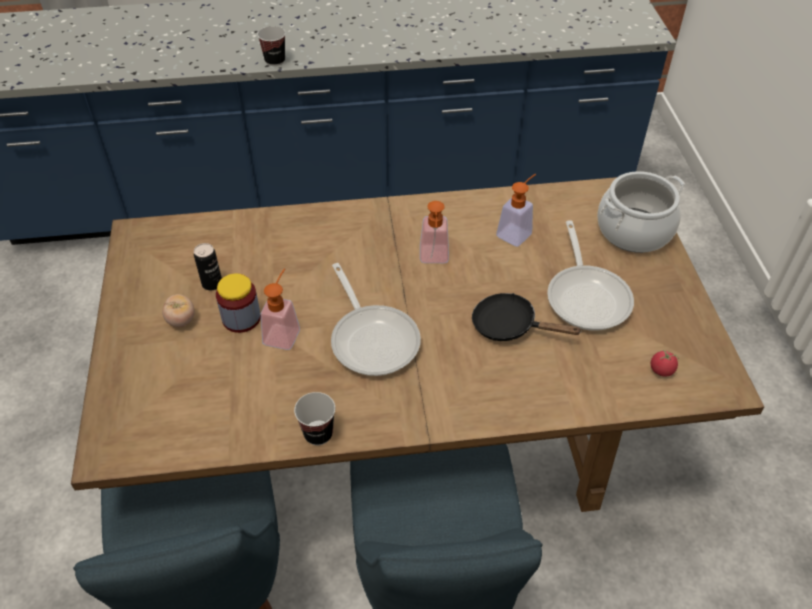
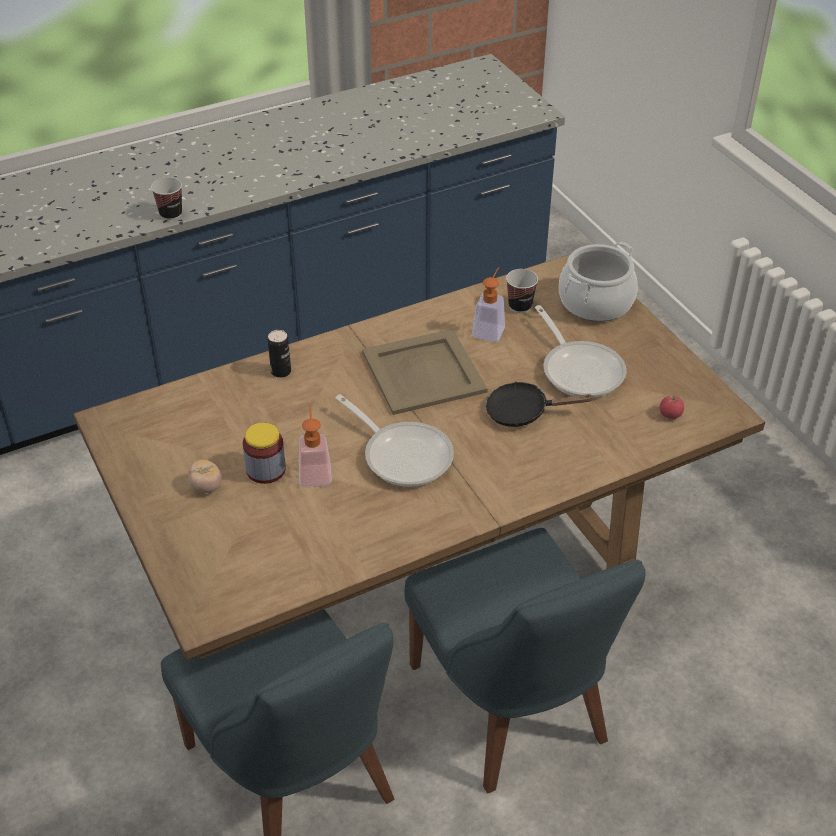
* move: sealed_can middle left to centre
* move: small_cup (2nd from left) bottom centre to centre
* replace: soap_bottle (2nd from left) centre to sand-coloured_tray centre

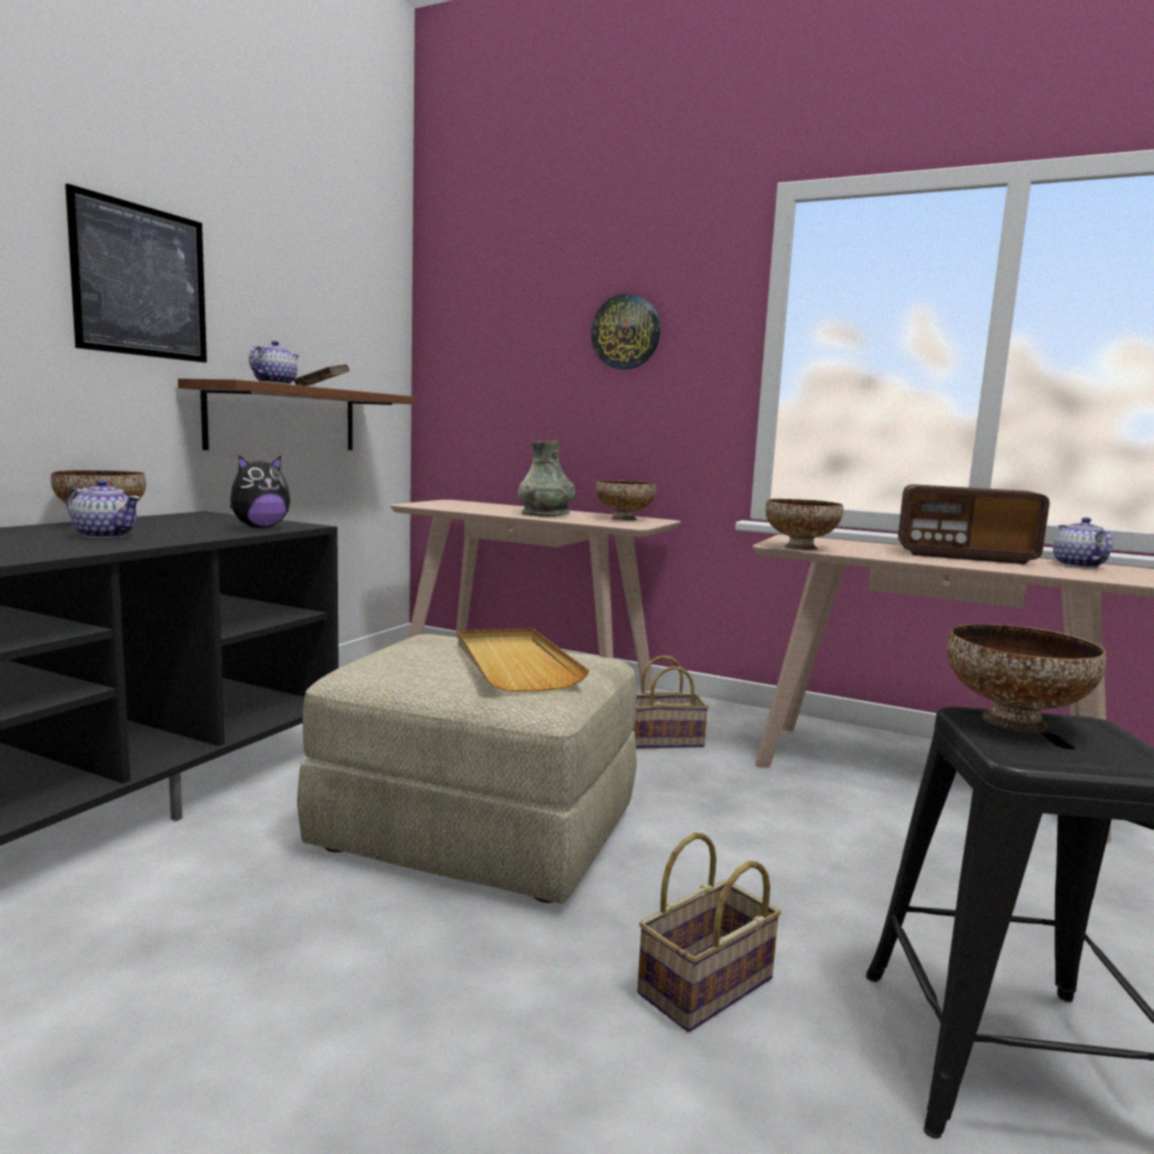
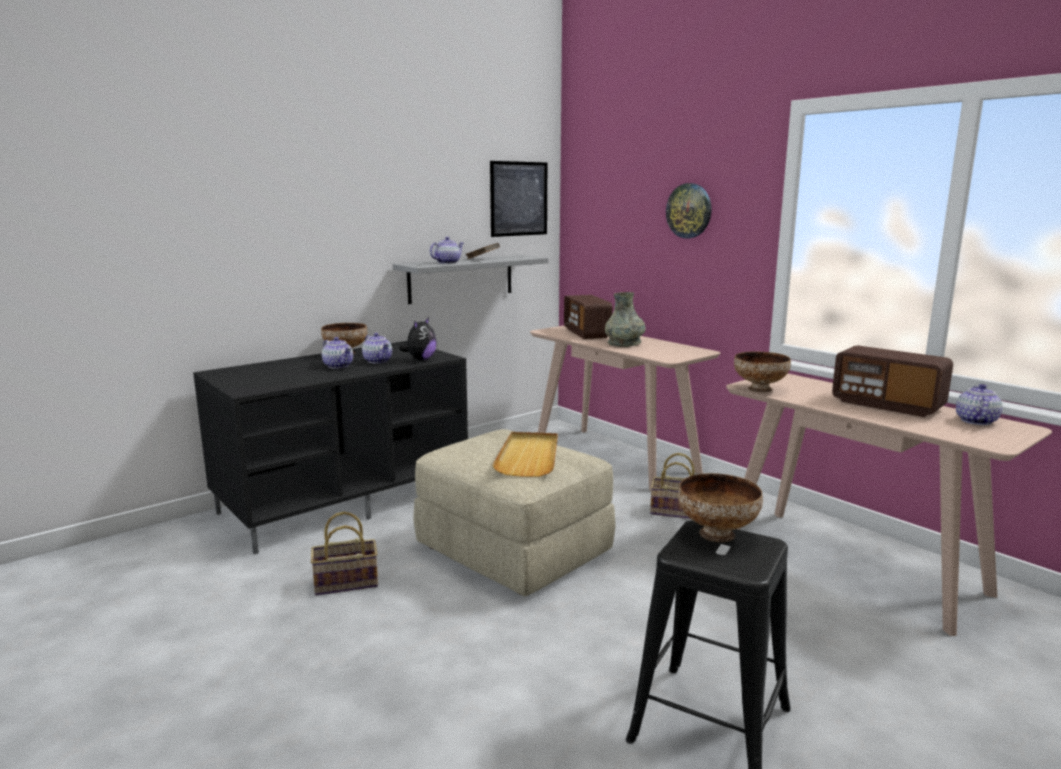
* move: picture top left to top centre
* recolor: brownish_shelf middle left to greyish_shelf centre
* rotate: cuddly_toy middle left = centre 45 degrees counterclockwise
* delete: deep_dish (2nd from left) centre
* move: household_basket (2nd from left in the first image) bottom centre to household_basket (1st from left) bottom left
* insert: tea_pot (2nd from left) centre
* insert: radio_receiver (1st from left) centre

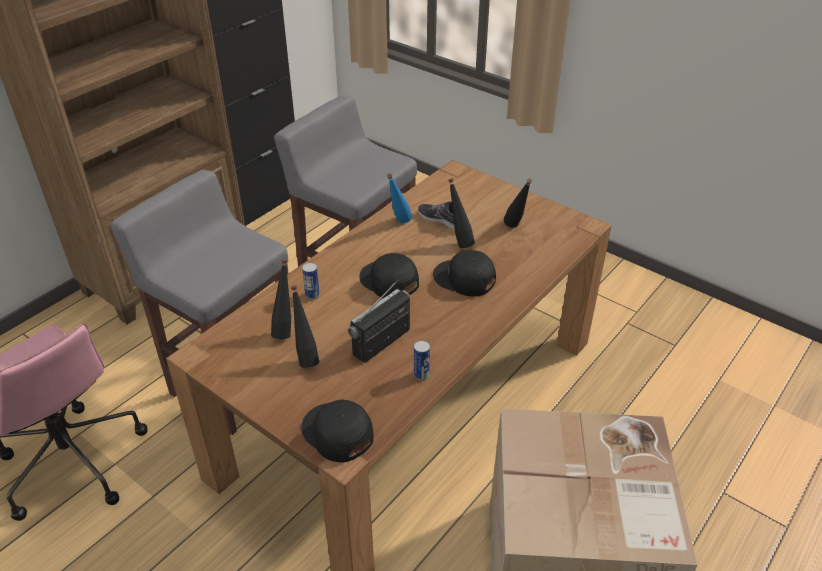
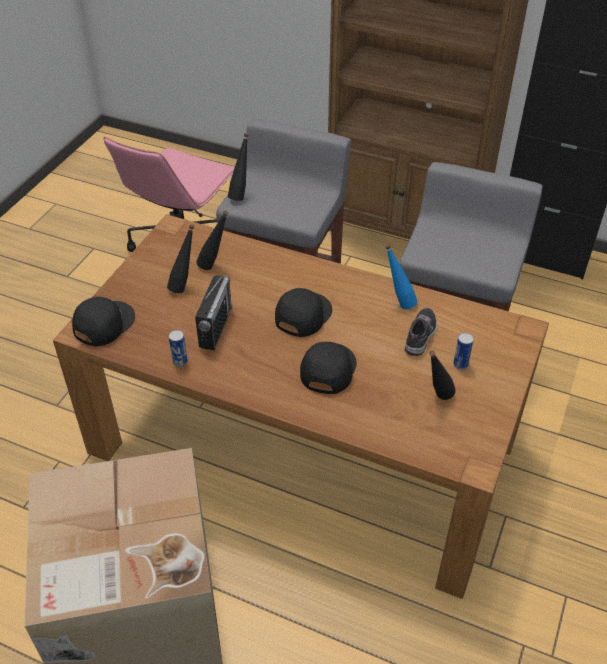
* move: sealed_can (1st from left in the first image) centre to sealed_can (2nd from left) middle right
* rotate: radio_receiver centre = centre 75 degrees clockwise
* move: black-coloured_beverage_bottle (3rd from left) centre to top centre

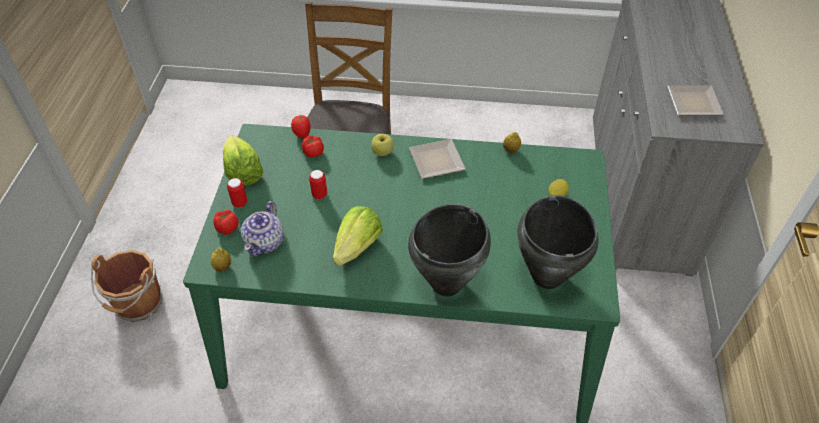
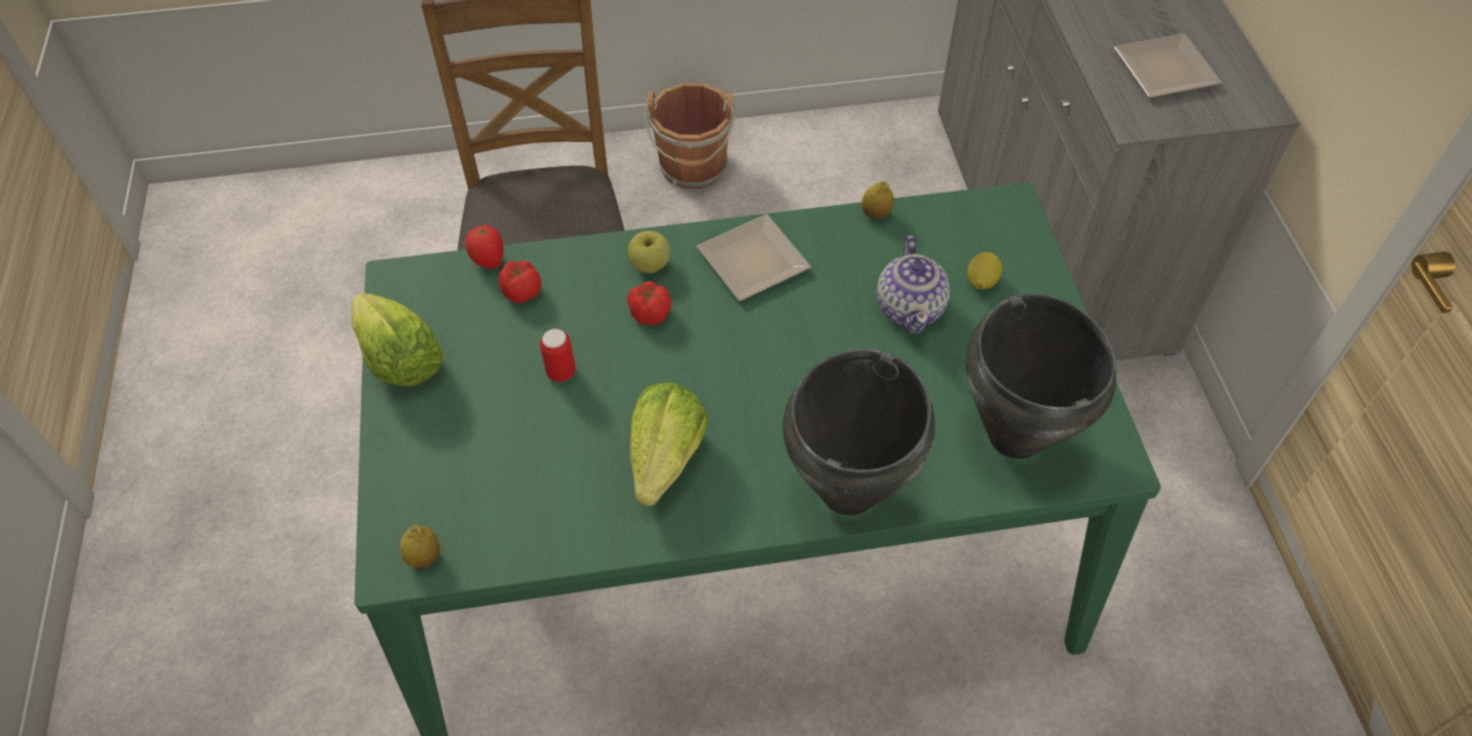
* move: brownish_water_bucket bottom left to top centre
* move: fresh_tomato (1st from left in the first image) middle left to fresh_tomato (3rd from left) centre
* delete: sealed_can (1st from left) middle left
* move: tea_pot middle left to centre

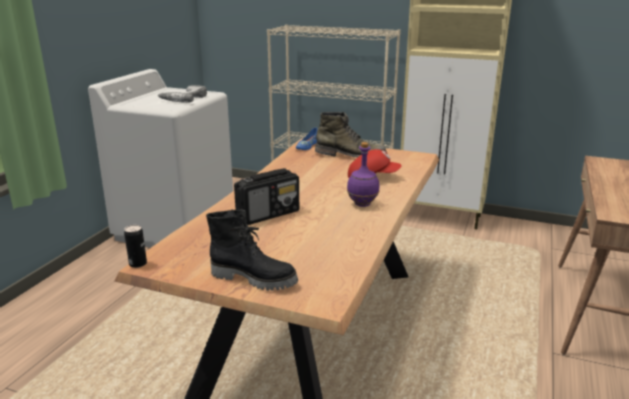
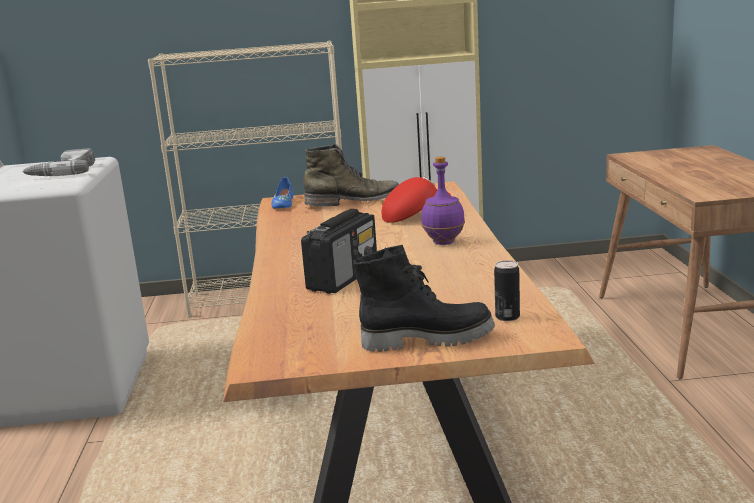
* move: sealed_can middle left to middle right

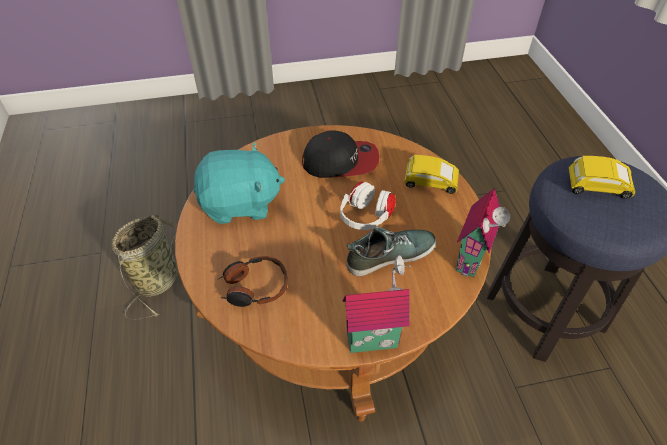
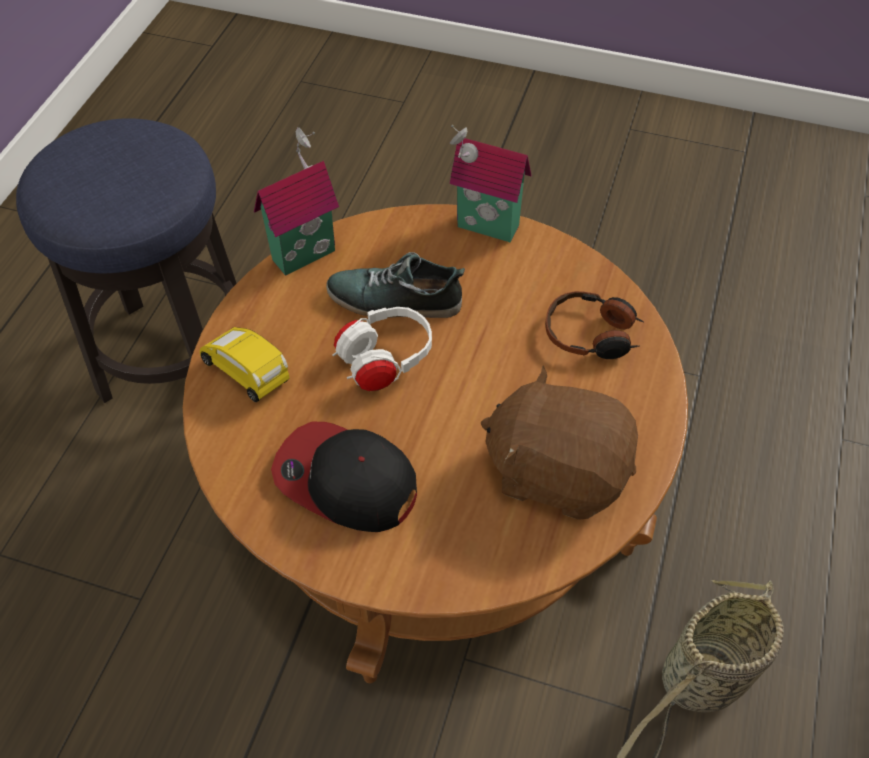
* recolor: turquoise_cuddly_toy centre to brownish_cuddly_toy centre
* delete: yellow_toy_car (2nd from left) middle right

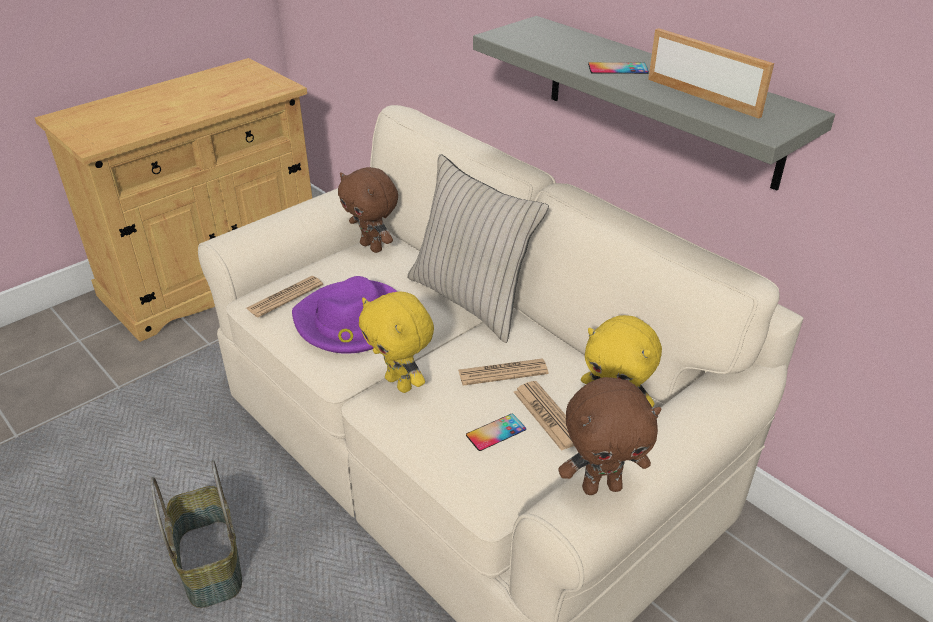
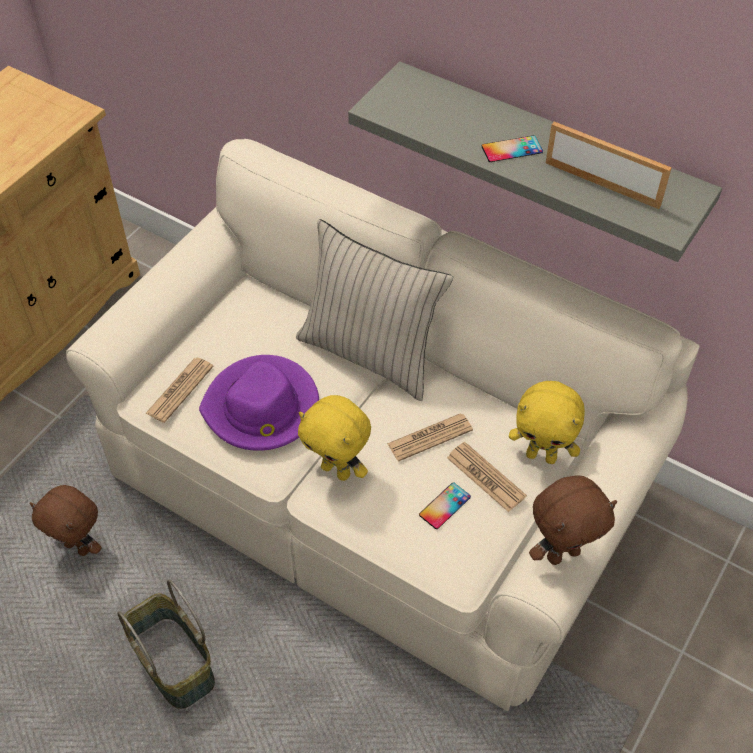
* move: brownish_cuddly_toy (1st from left) centre to bottom left

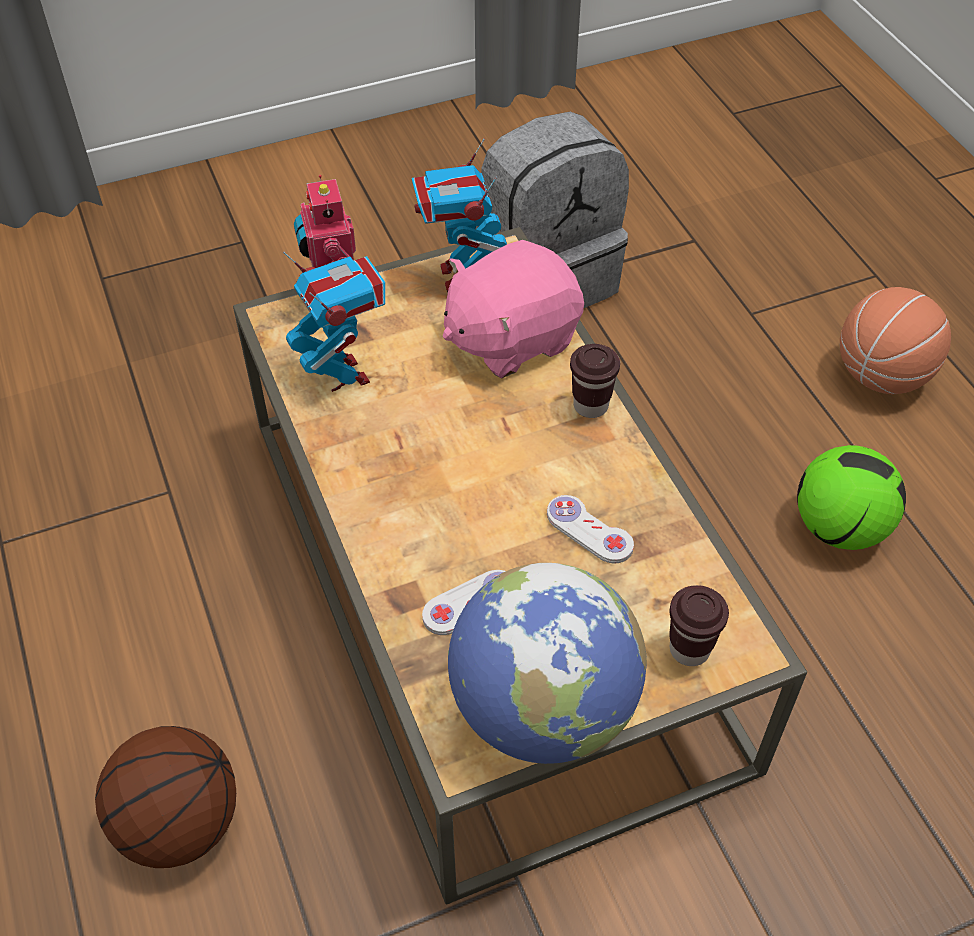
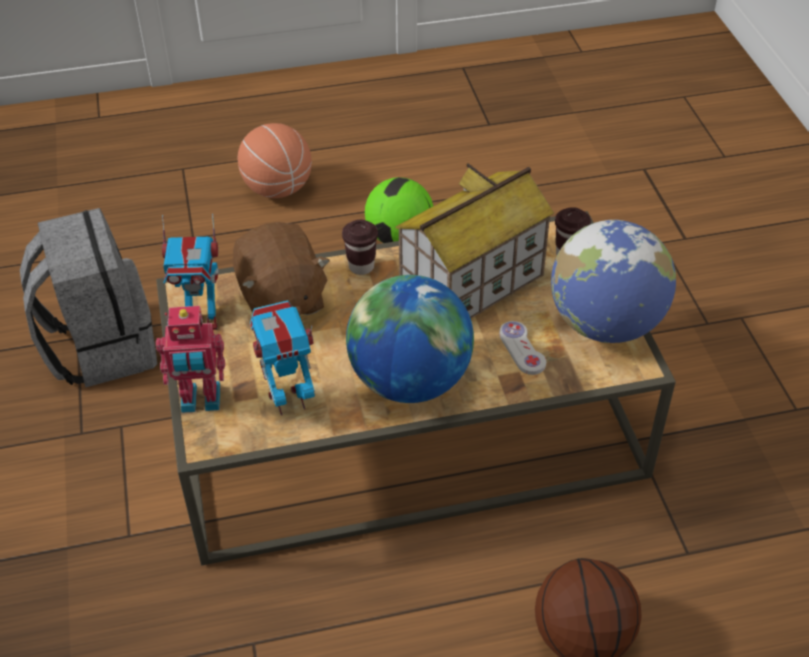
* recolor: pink-coloured_cuddly_toy top centre to brownish_cuddly_toy centre
* replace: white-coloured_gamepad (2nd from left) centre to model_house centre
* insert: world_globe (1st from left) centre

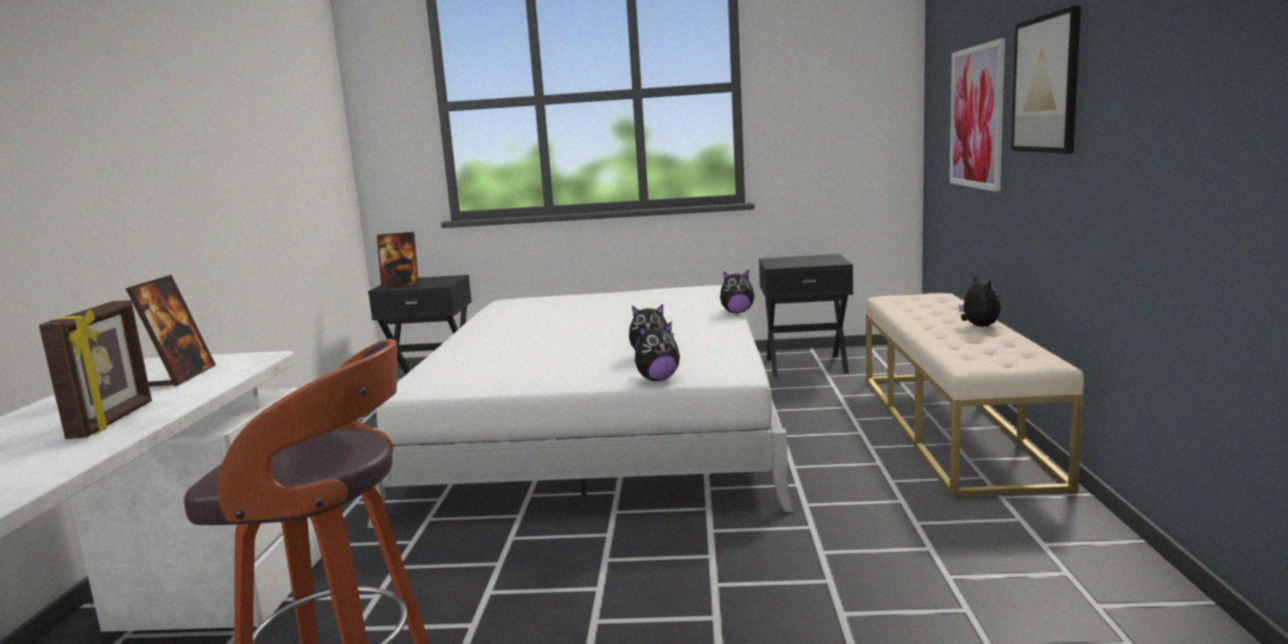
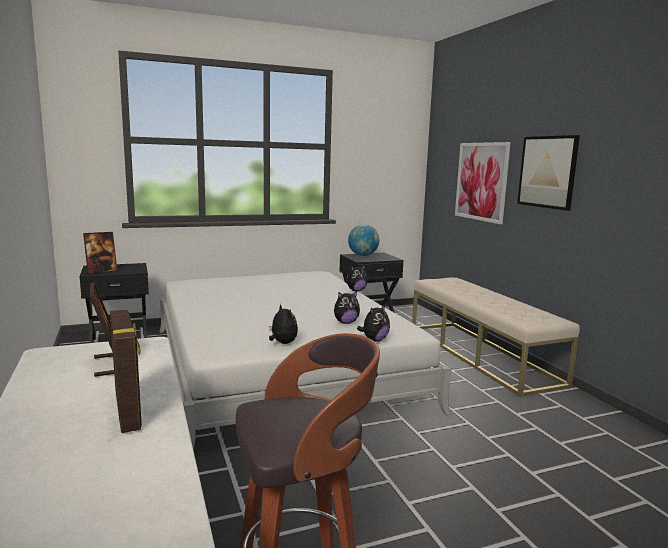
* move: cuddly_toy (4th from left in the first image) middle right to cuddly_toy (1st from left) centre
* insert: world_globe centre

